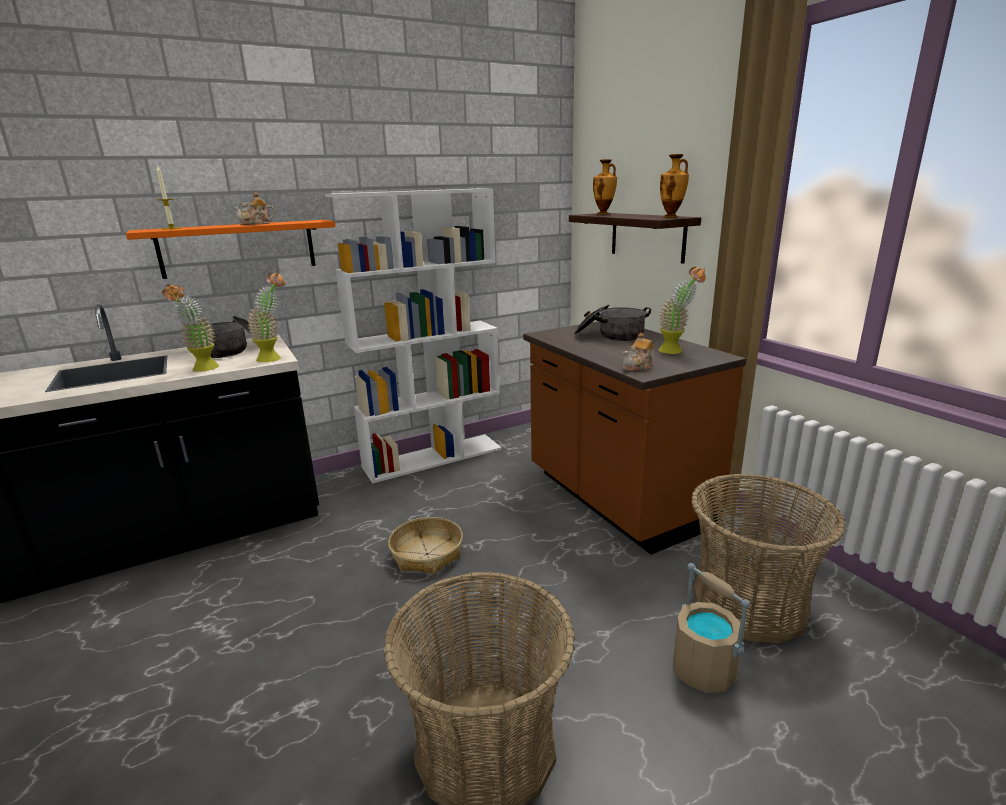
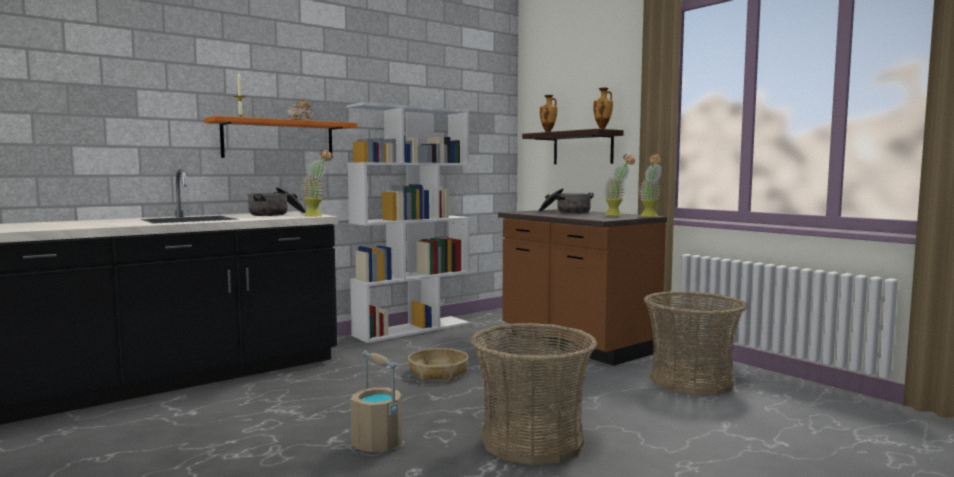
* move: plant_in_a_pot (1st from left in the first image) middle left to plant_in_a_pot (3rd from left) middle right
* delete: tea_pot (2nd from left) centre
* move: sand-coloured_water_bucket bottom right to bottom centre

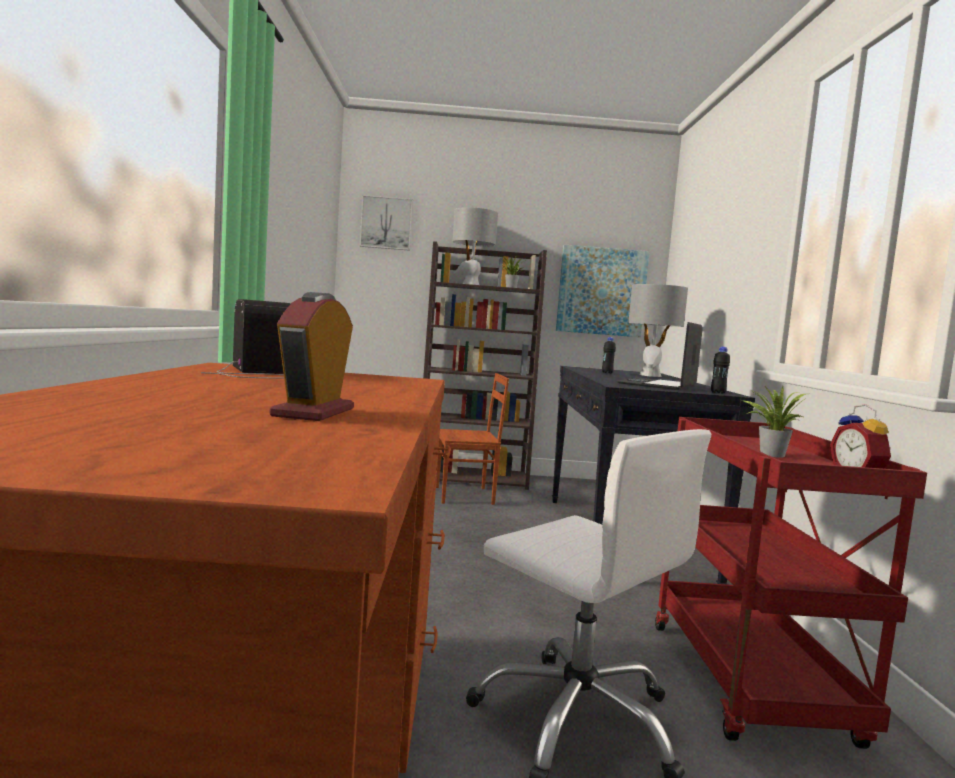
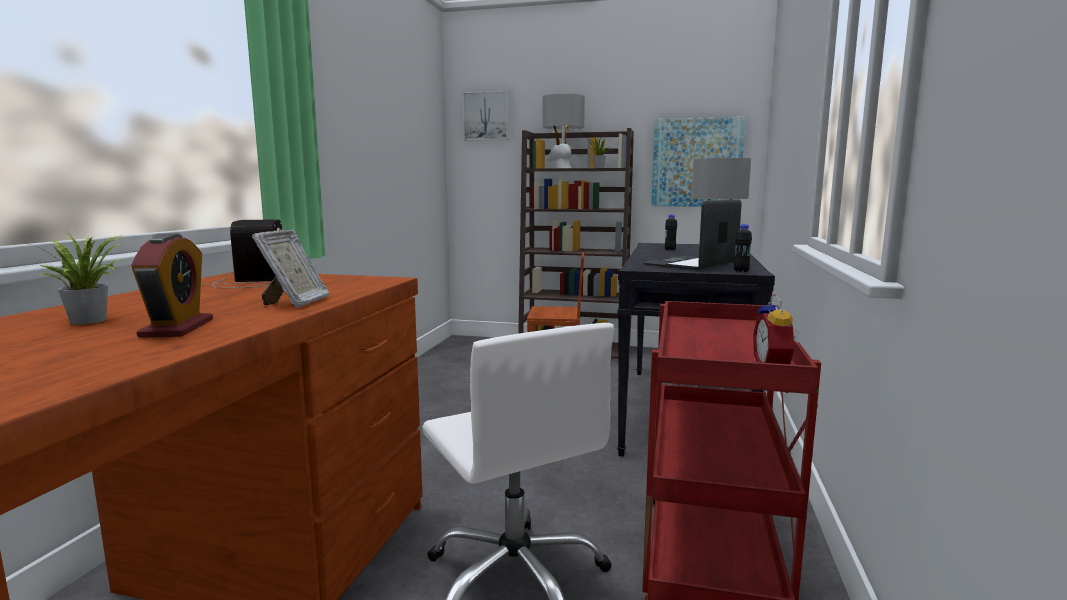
* rotate: alarm_clock (1st from left) middle left = middle left 150 degrees clockwise
* move: plant_in_a_pot (2nd from left in the first image) middle right to plant_in_a_pot (1st from left) middle left
* insert: standing_frame middle left

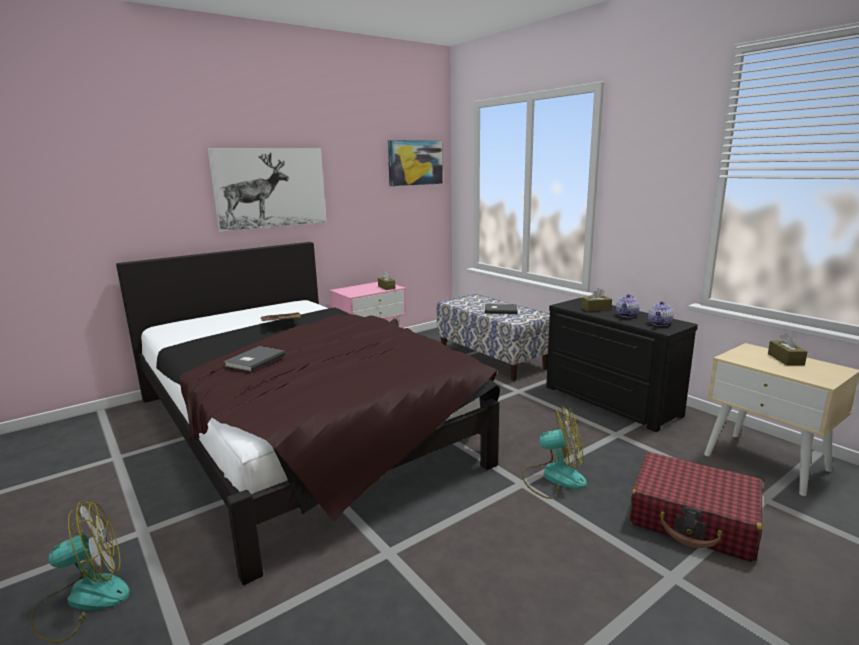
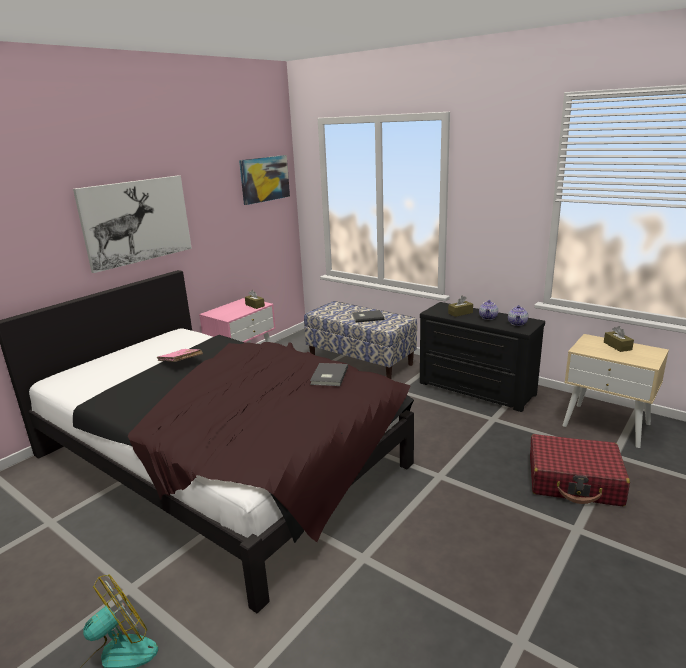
* move: greyish_volume (1st from left) middle left to centre
* delete: electric_fan (2nd from left) bottom centre

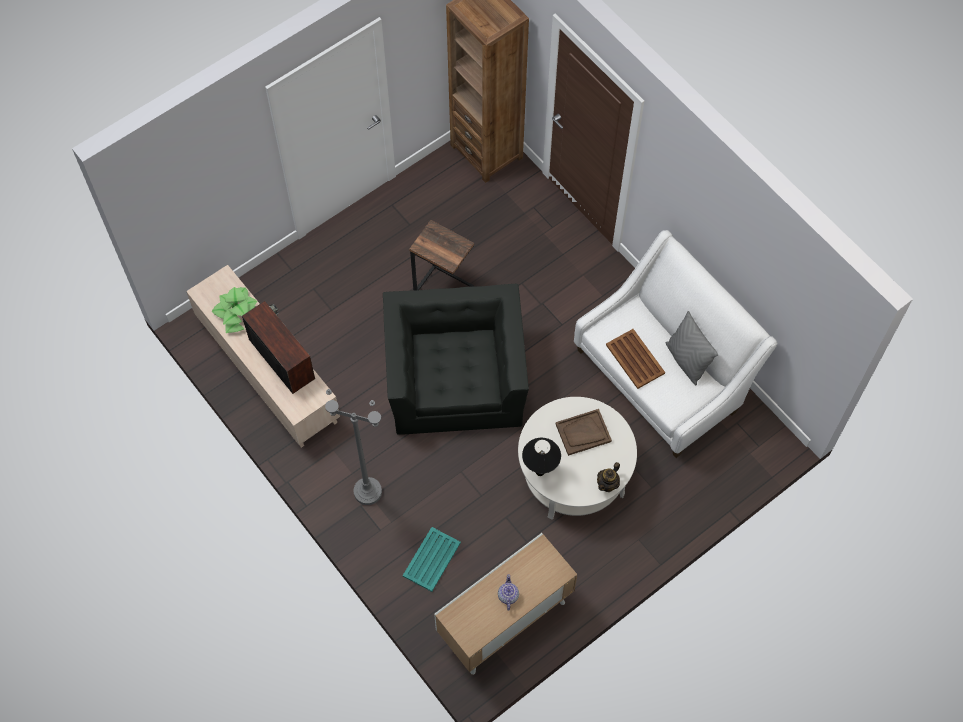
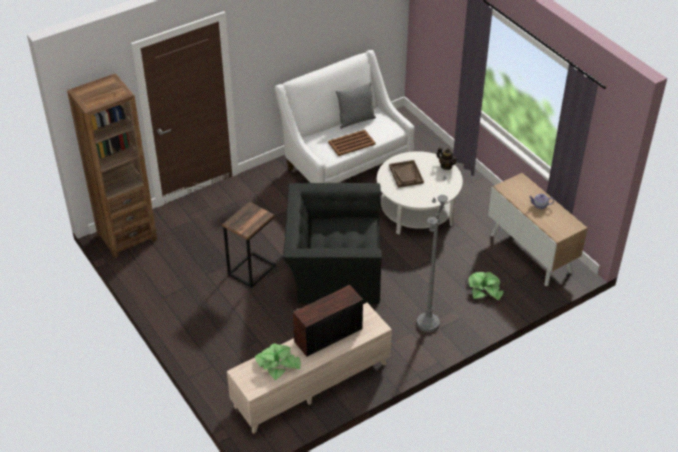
* replace: turquoise_tray bottom centre to plant_in_a_pot (2nd from left) middle right
* delete: black-coloured_tabletop_lamp centre

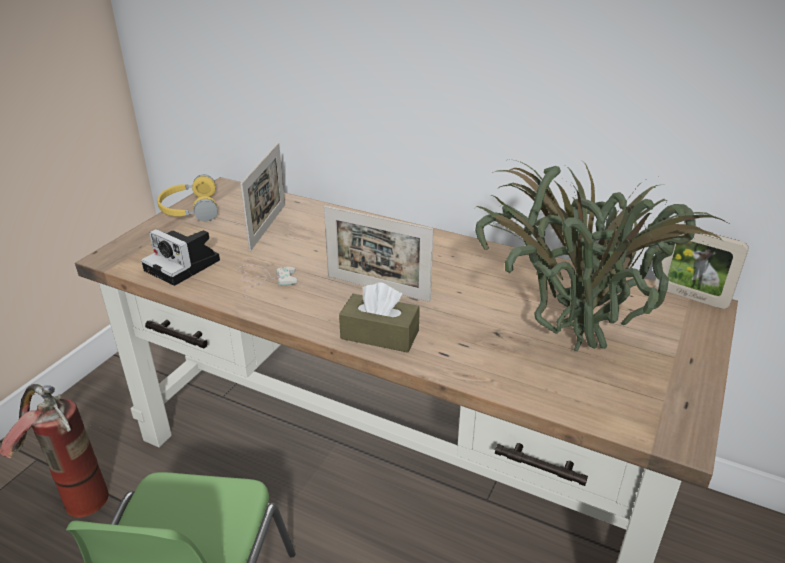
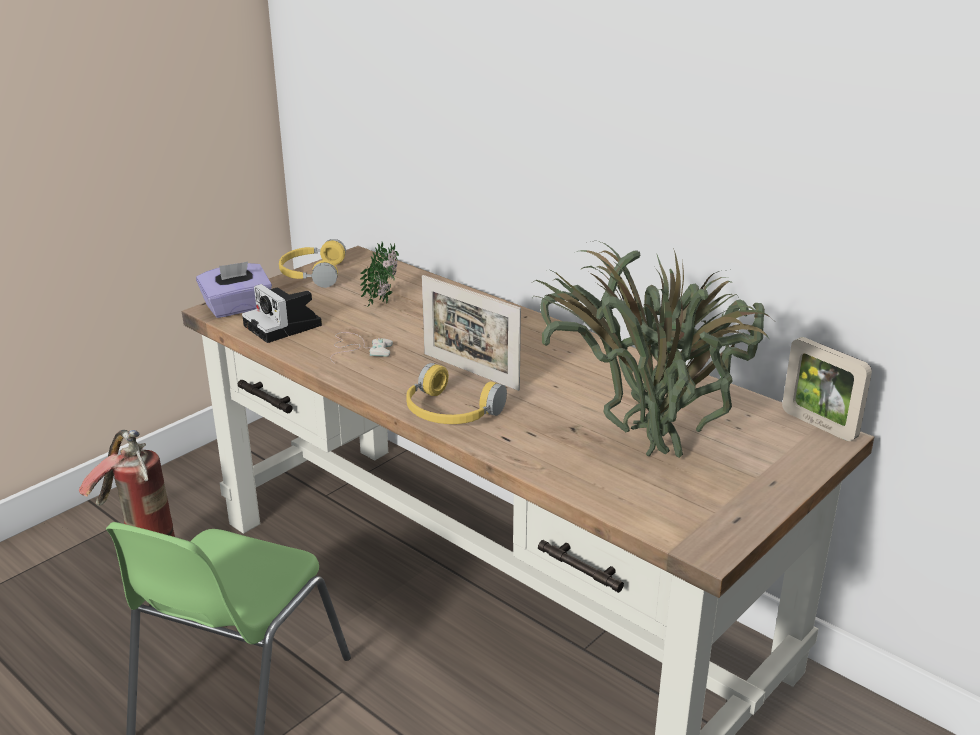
* replace: standing_frame (1st from left) centre to plant_in_a_pot (1st from left) centre
* replace: brownish_tissue_box centre to yellow_pair_of_headphones (2nd from left) centre
* insert: purple-coloured_tissue_box middle left

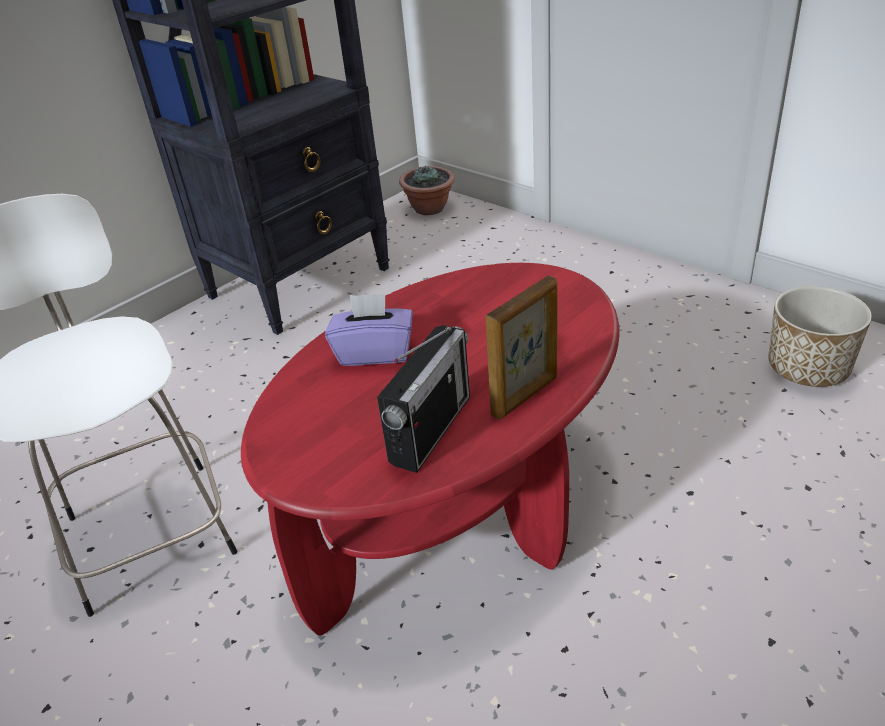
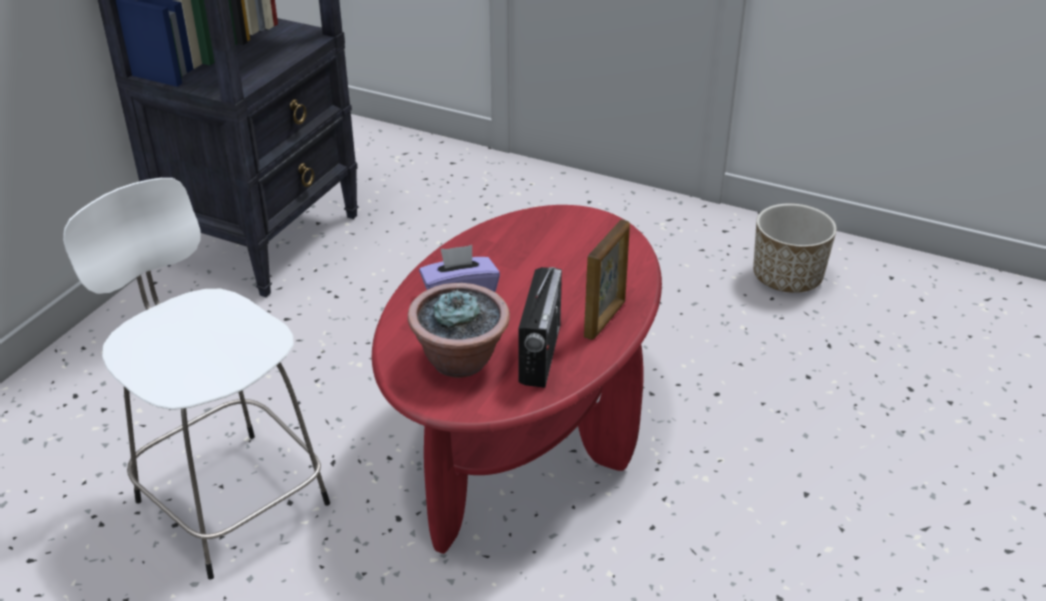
* move: plant_in_a_pot top centre to centre

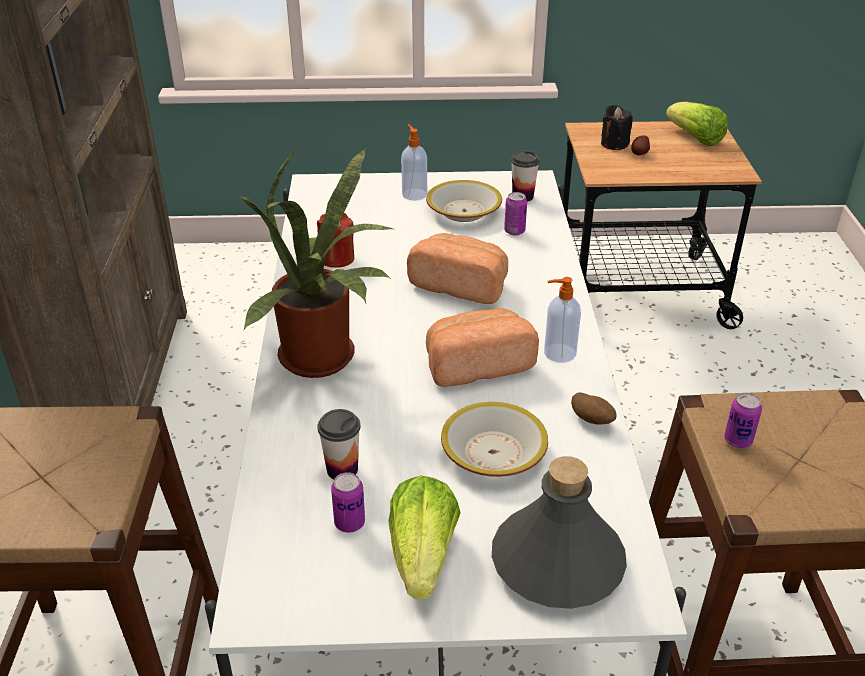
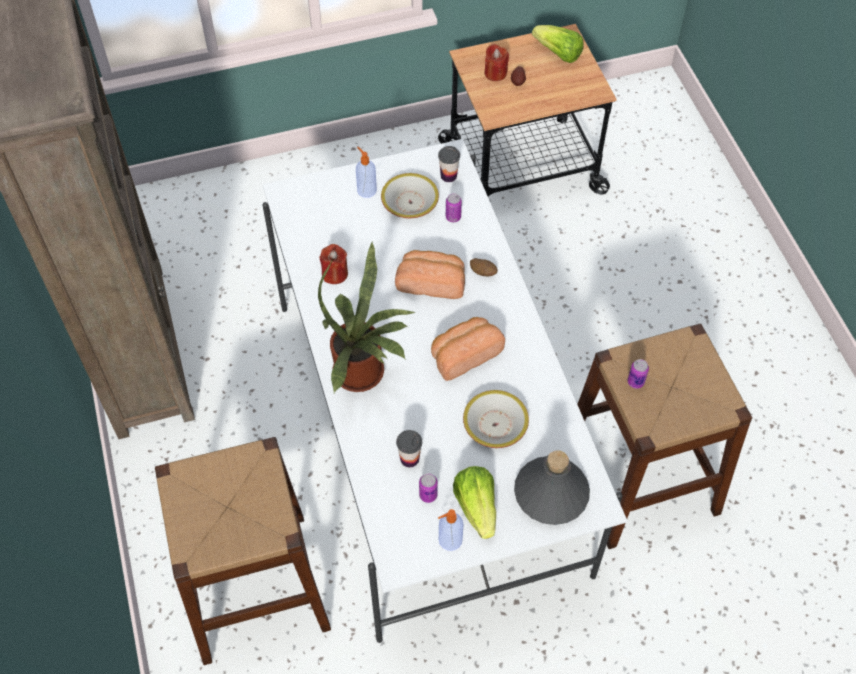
* move: soap_bottle (2nd from left) centre to bottom centre
* move: whole_potato (1st from left) middle right to centre
* recolor: black-coloured_wax_light top right to red_wax_light (2nd from left) top centre

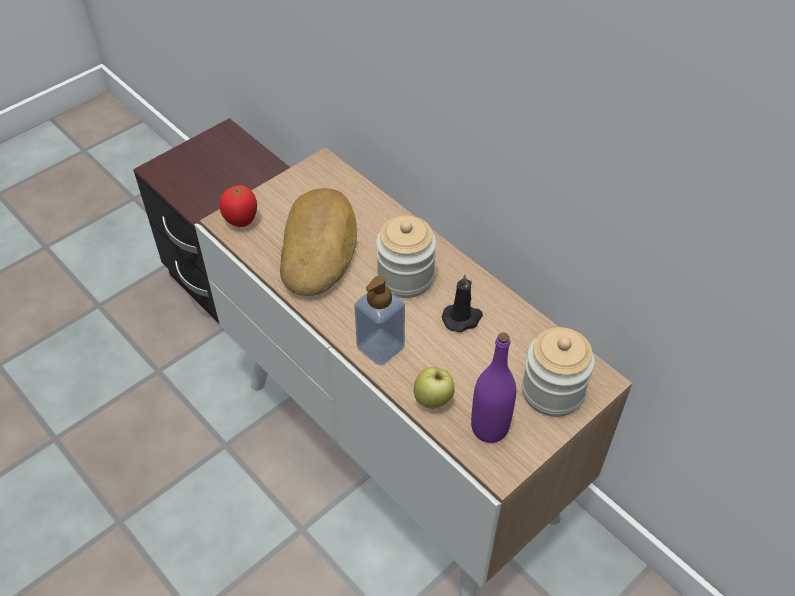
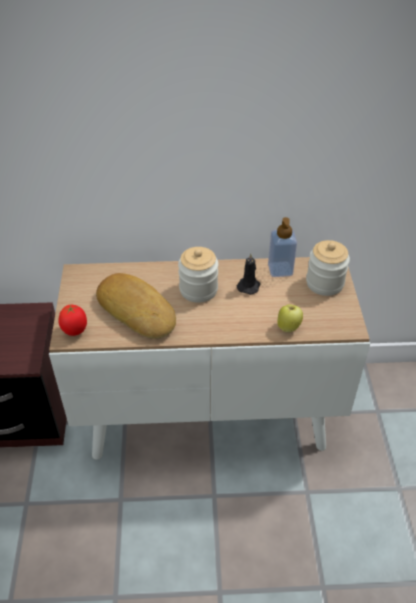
* move: soap_bottle centre to middle right
* delete: purple-coloured_beverage_bottle centre

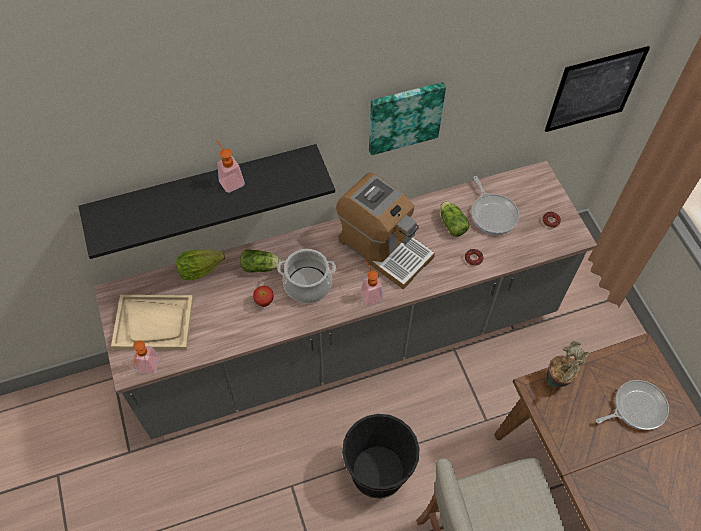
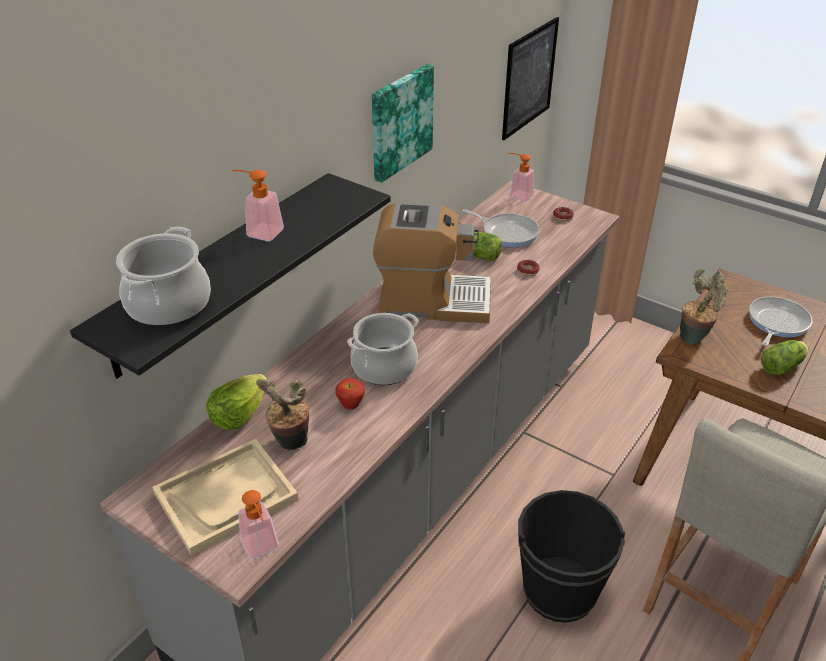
* move: lettuce (2nd from left in the first image) centre to lettuce (3rd from left) middle right
* move: soap_bottle (3rd from left) centre to top centre
* insert: stockpot (1st from left) middle left
* insert: plant_in_a_pot (1st from left) centre

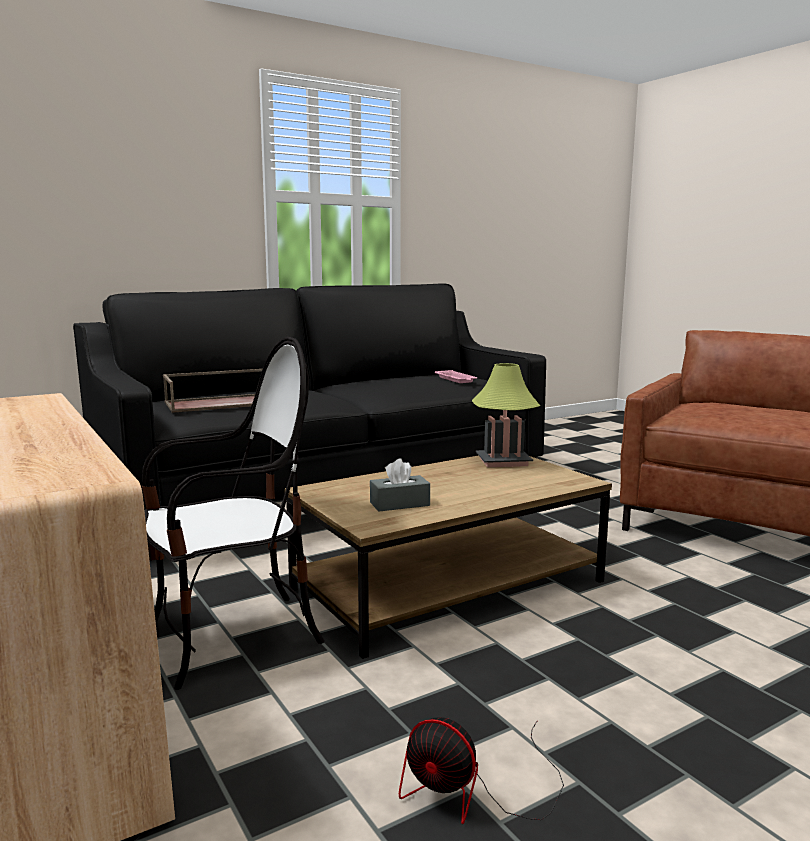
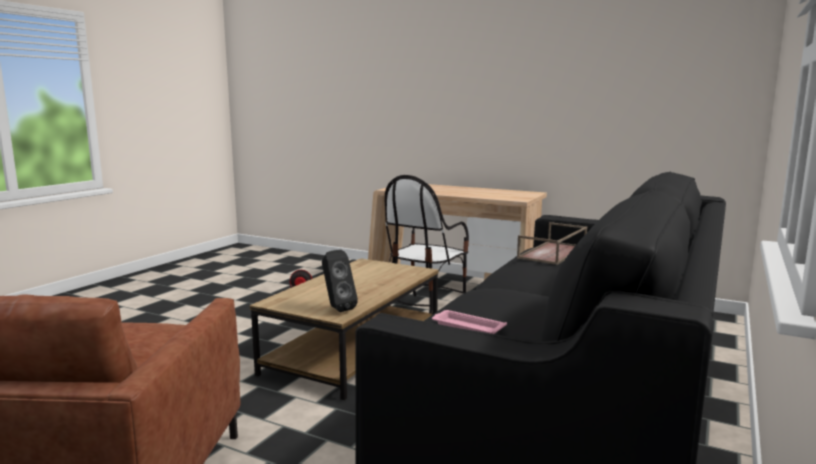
* delete: greyish_tissue_box centre
* replace: tabletop_lamp centre to black-coloured_audio_speaker centre

